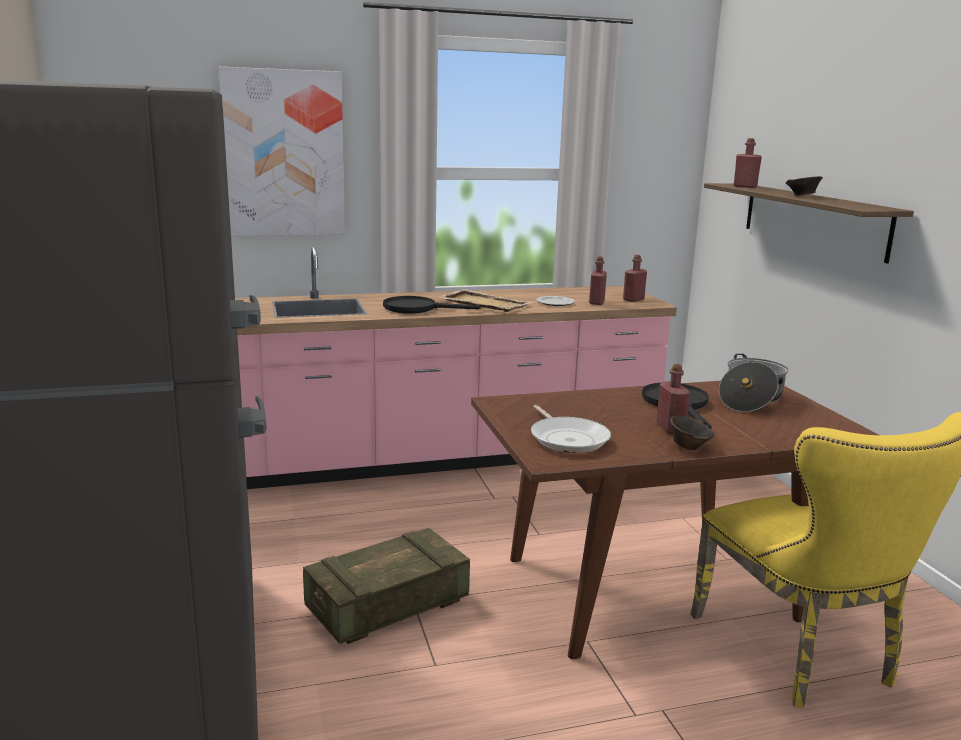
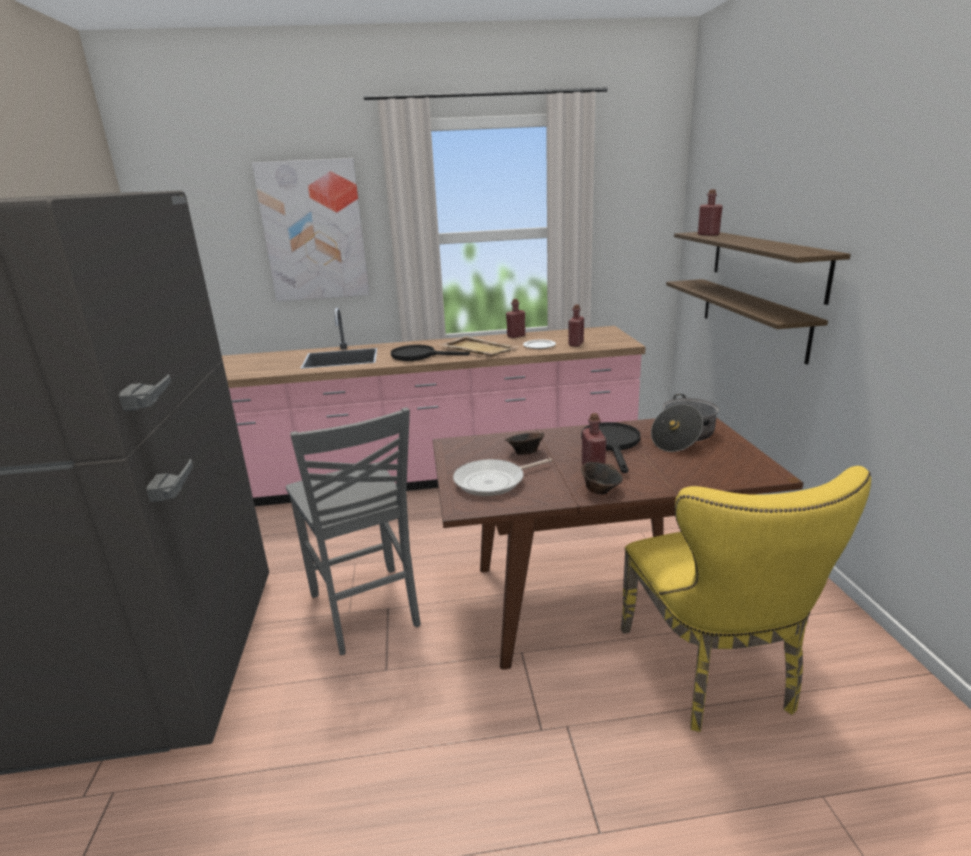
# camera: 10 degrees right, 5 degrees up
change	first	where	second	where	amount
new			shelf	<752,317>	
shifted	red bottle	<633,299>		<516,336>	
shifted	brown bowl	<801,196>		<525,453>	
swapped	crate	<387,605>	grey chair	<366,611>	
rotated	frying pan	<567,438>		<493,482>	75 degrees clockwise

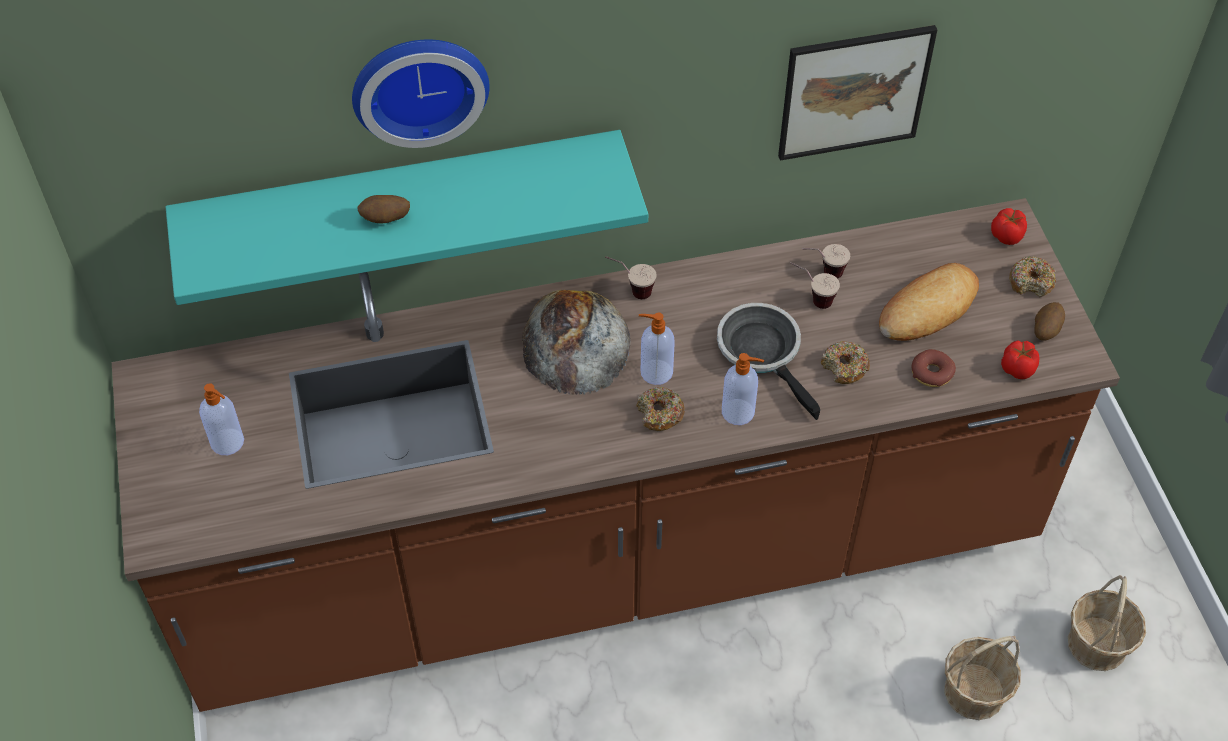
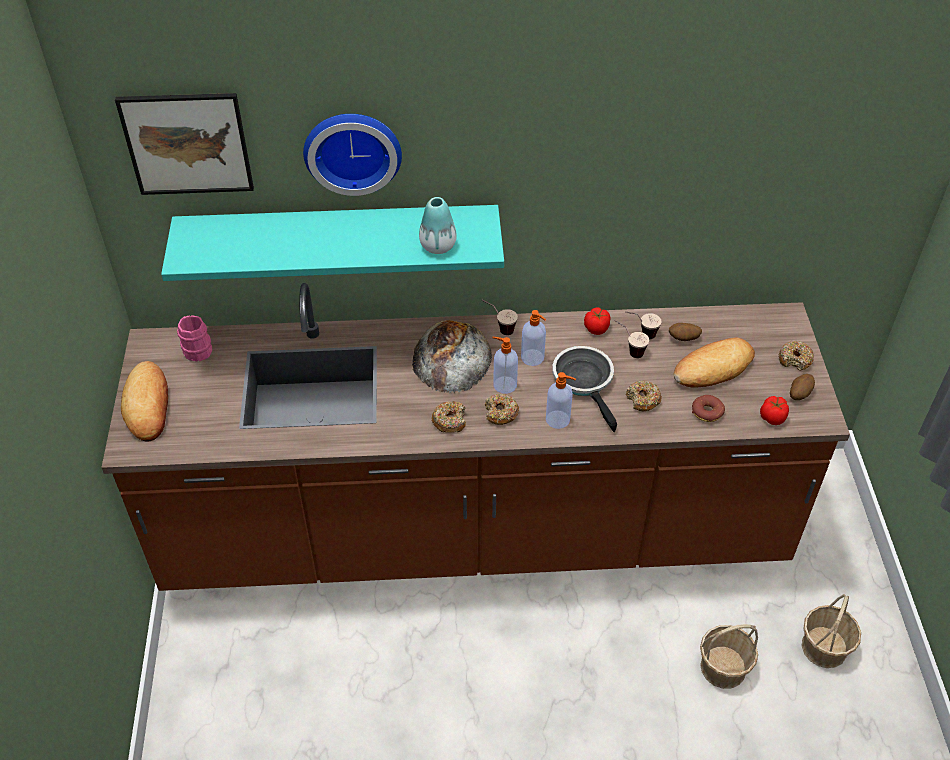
# camera: 10 degrees right, 5 degrees down
change	first	where	second	where	amount
new			bread	<148,405>	
new			pink mug	<196,348>	
new			vase	<438,246>	
new			donut	<450,421>	
shifted	soap dispenser	<228,442>		<533,358>	
shifted	potato	<385,219>		<683,339>	
shifted	picture	<854,92>		<187,143>	
shifted	tomato	<1007,235>		<597,328>	

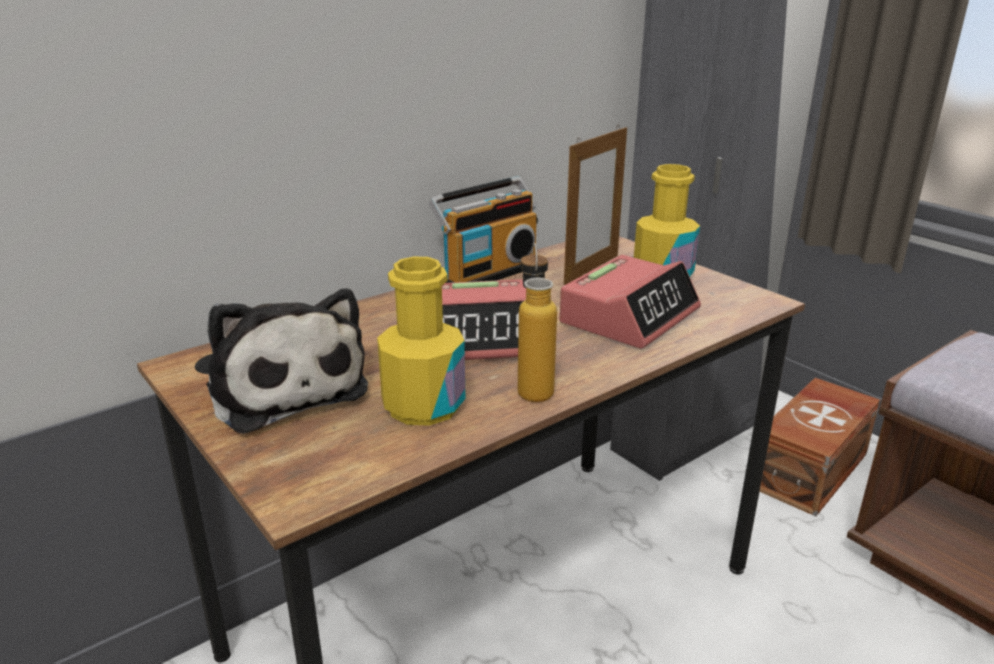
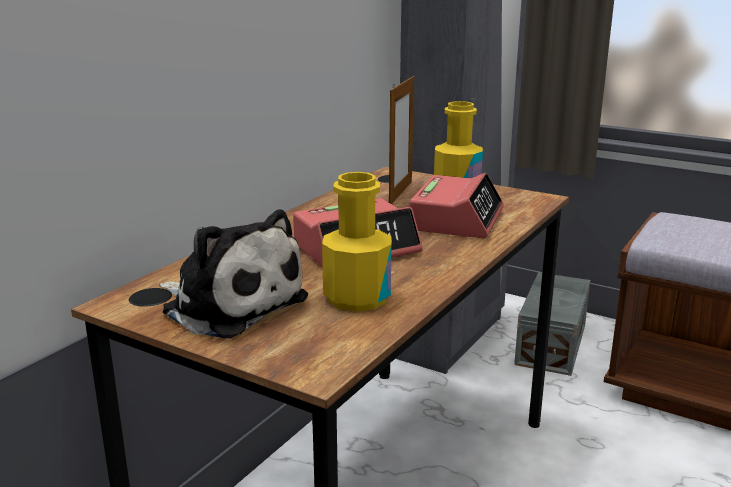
# camera: 20 degrees left, 5 degrees down
change	first	where	second	where	amount
gone	radio	<487,273>			
gone	bottle	<533,386>			
repainted	brown storage box	<812,469>	grey storage box	<553,344>	

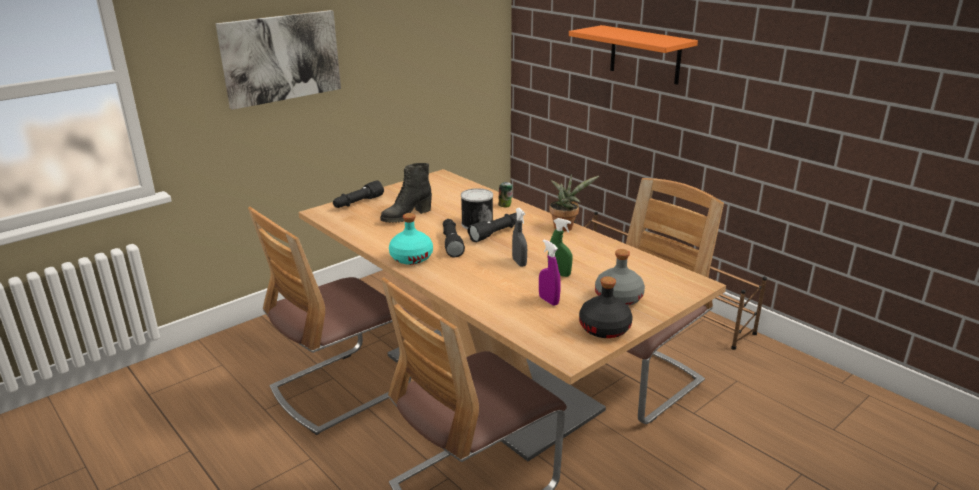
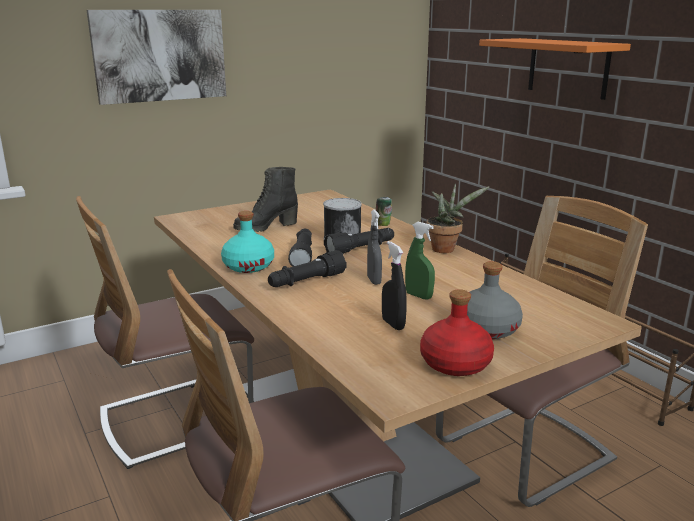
# camera: 10 degrees right, 5 degrees down
change	first	where	second	where	amount
shifted	black flashlight	<358,203>		<306,282>	
repainted	purple spray bottle	<548,301>	black spray bottle	<393,324>	
repainted	black bottle	<605,328>	red bottle	<456,363>	

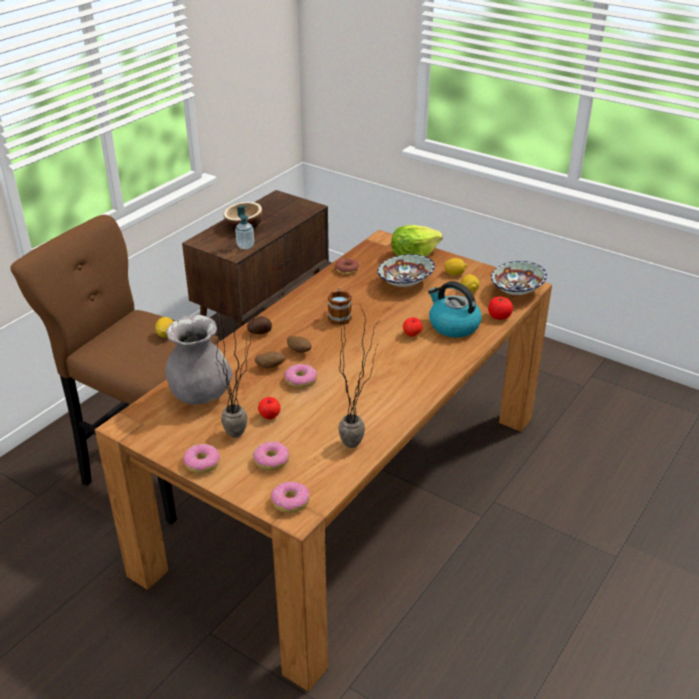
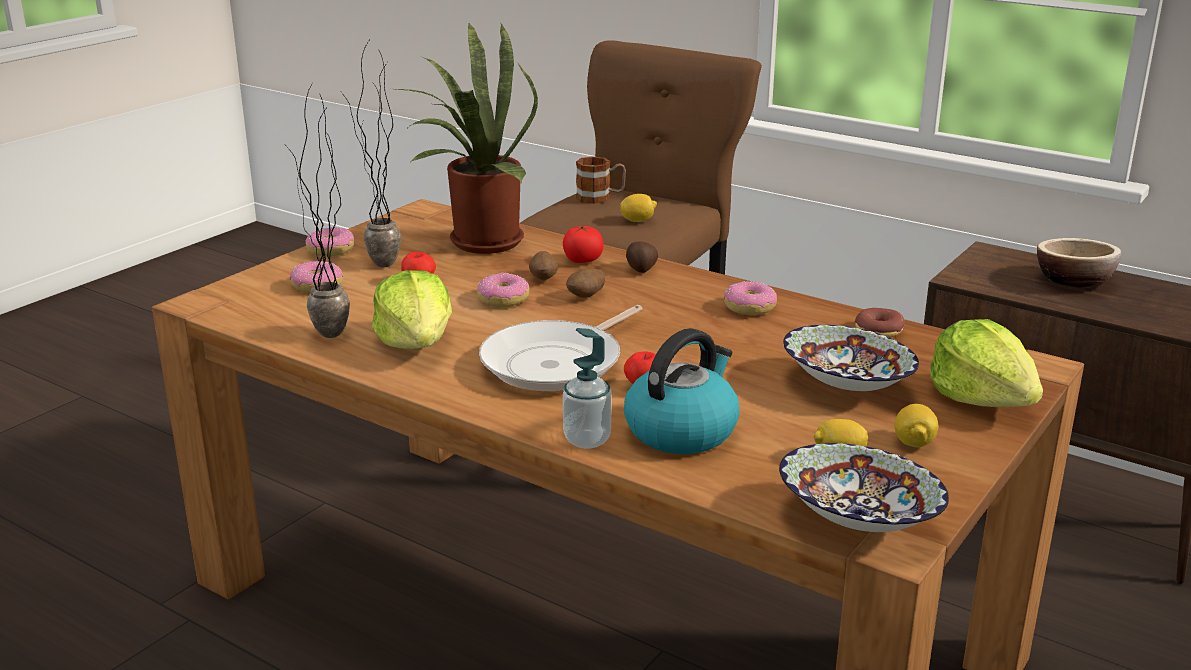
# camera: 90 degrees right, 10 degrees down
change	first	where	second	where	amount
new			lettuce	<416,343>	
new			frying pan	<557,363>	
shifted	soap dispenser	<245,246>		<587,440>	
shifted	donut	<291,502>		<750,308>	
shifted	mug	<339,316>		<600,197>	
shifted	tomato	<499,316>		<582,260>	
swapped	grey vase	<200,395>	potted plant	<478,242>	

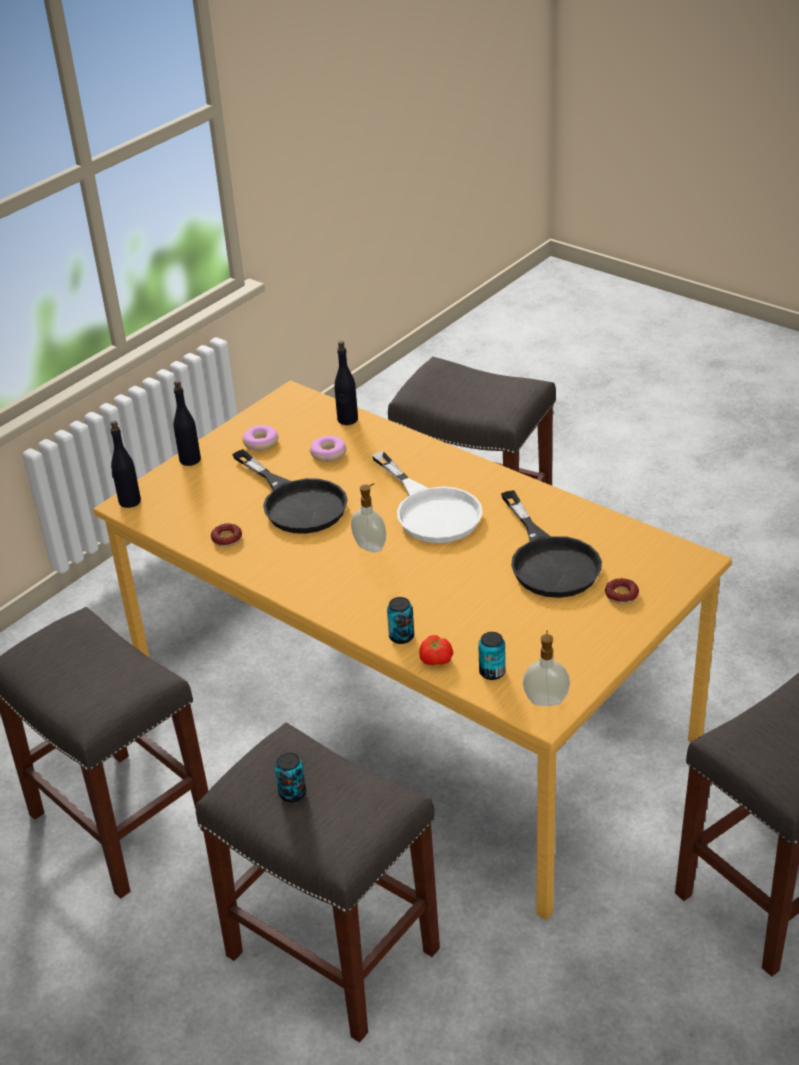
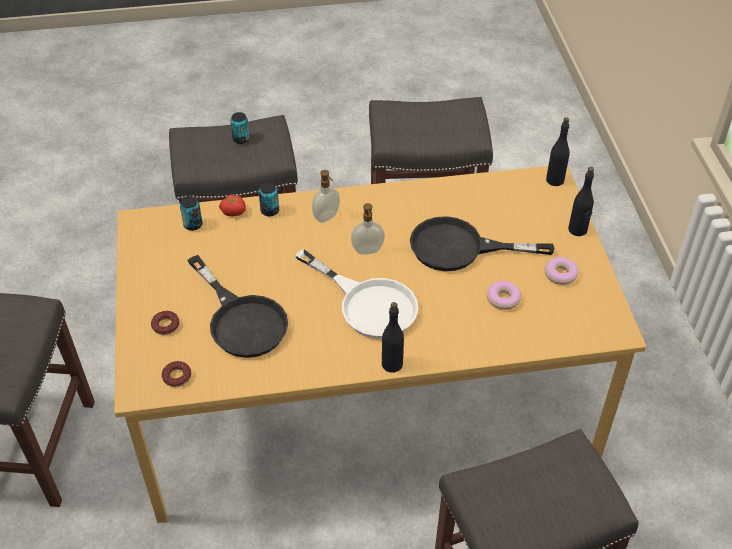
# camera: 130 degrees right, 10 degrees up
change	first	where	second	where	amount
shifted	donut	<227,539>		<177,377>	
shifted	black bottle	<347,420>		<391,364>	
shifted	soap dispenser	<546,700>		<327,217>	
rotated	white frying pan	<431,510>		<368,303>	150 degrees counterclockwise
rotated	black frying pan	<549,560>		<241,319>	150 degrees counterclockwise

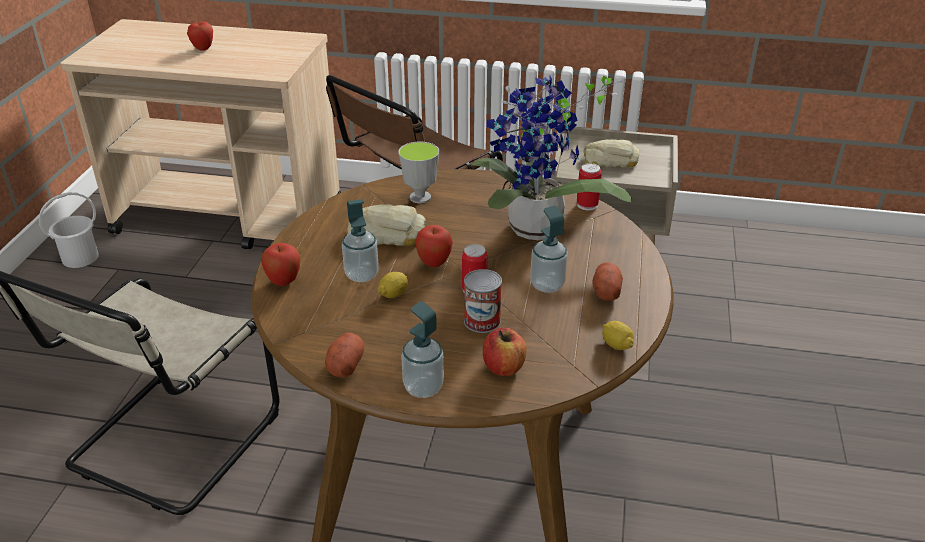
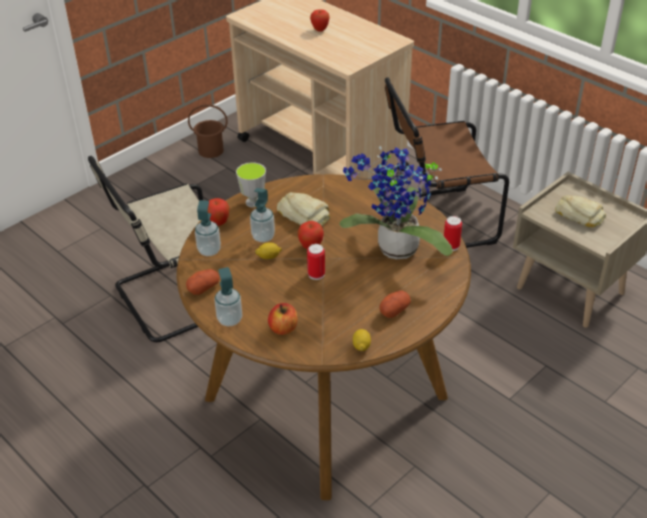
# camera: 35 degrees right, 5 degrees up
change	first	where	second	where	amount
gone	can	<482,321>			
shifted	cup	<420,197>		<253,202>	
shifted	soap dispenser	<547,285>		<209,250>	
repainted	white bucket	<79,257>	brown bucket	<210,150>	

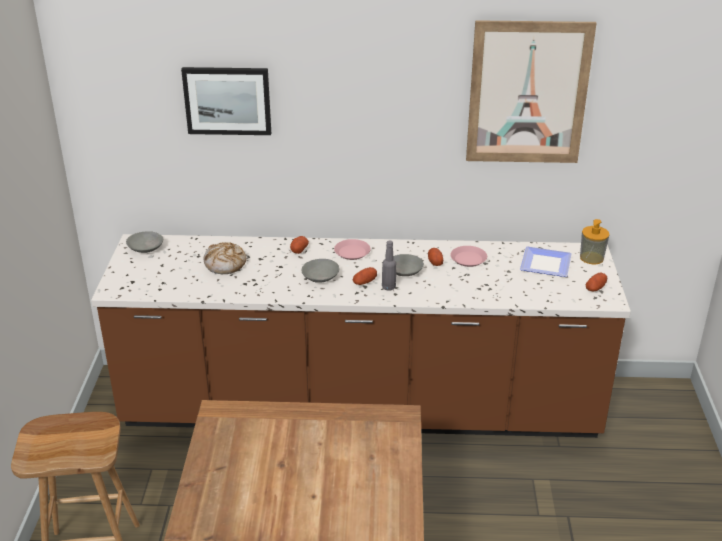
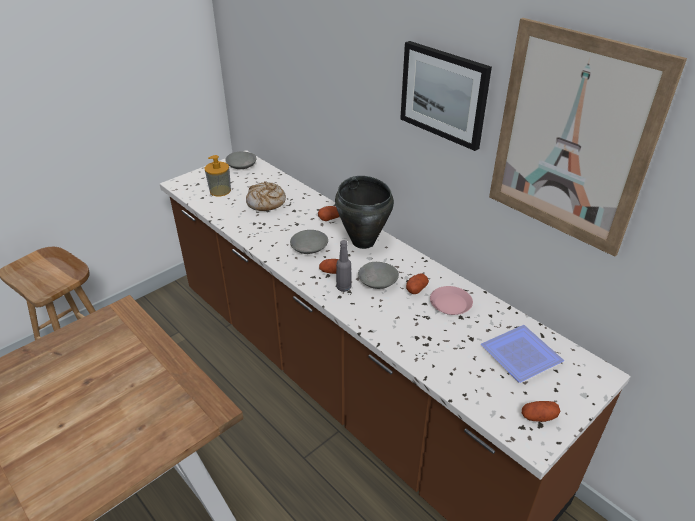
# camera: 45 degrees right, 5 degrees up
change	first	where	second	where	amount
shifted	picture	<227,100>		<444,94>	
shifted	soap dispenser	<591,258>		<220,191>	
swapped	pink plate	<352,252>	black cooking pot	<363,241>	

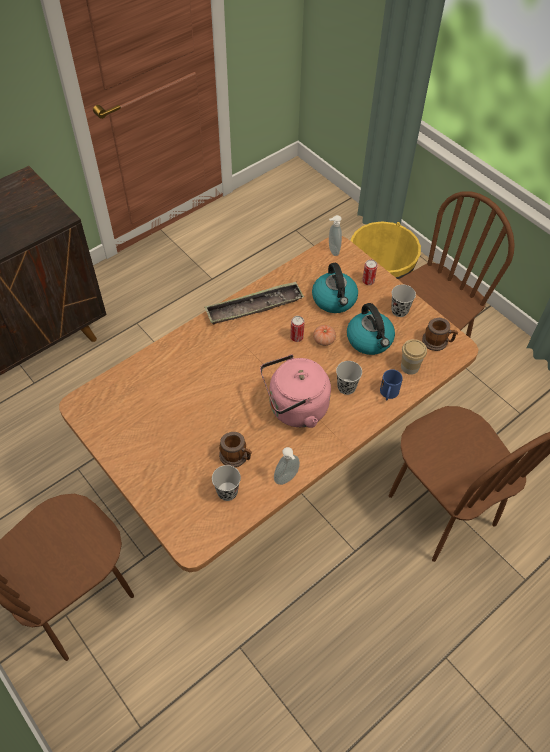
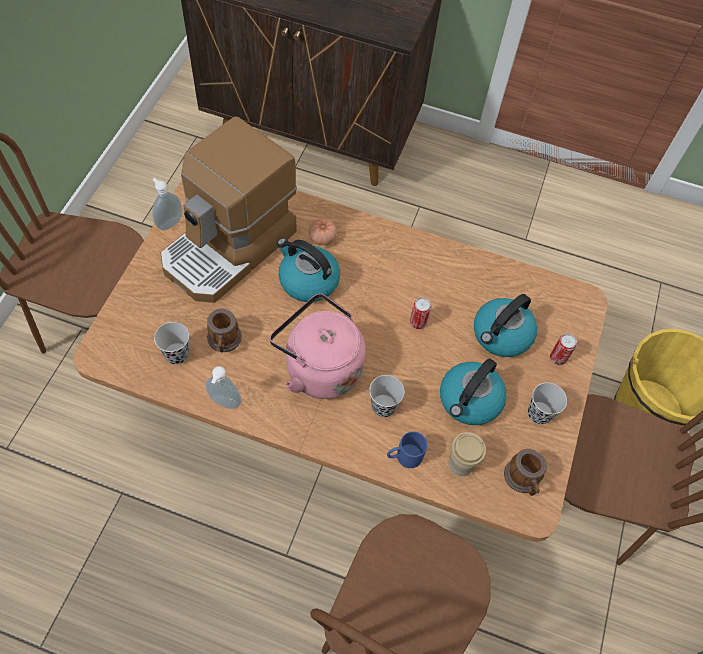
# camera: 55 degrees right, 5 degrees up
change	first	where	second	where	amount
gone	tray	<254,307>			
new			coffee machine	<230,248>	
new			kettle	<307,281>	
shifted	tomato	<324,340>		<322,238>	
shifted	soap dispenser	<332,250>		<169,222>	

